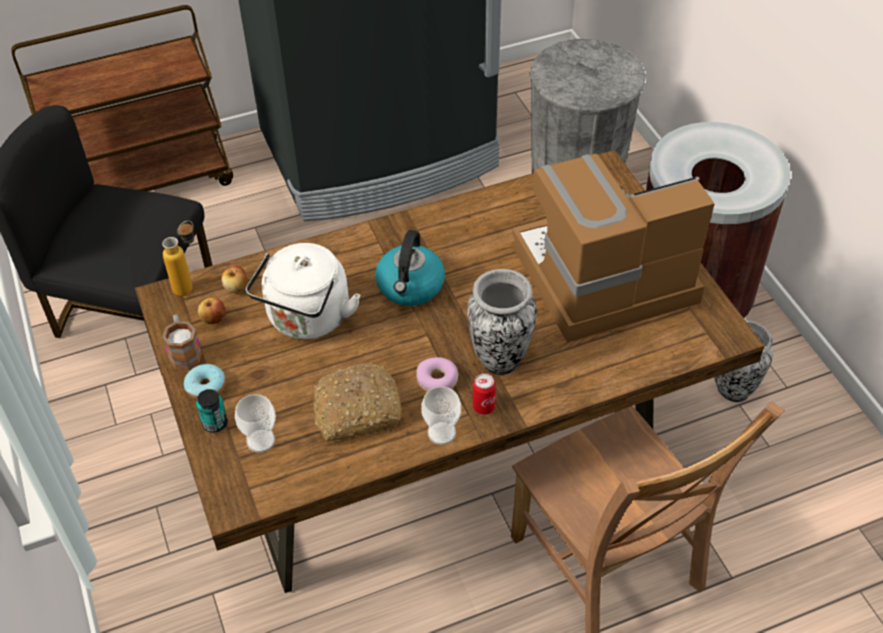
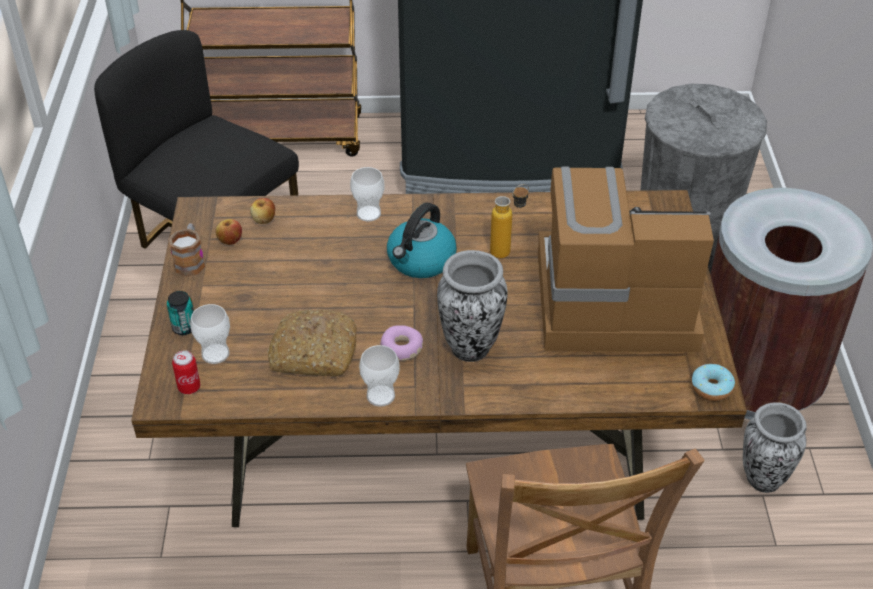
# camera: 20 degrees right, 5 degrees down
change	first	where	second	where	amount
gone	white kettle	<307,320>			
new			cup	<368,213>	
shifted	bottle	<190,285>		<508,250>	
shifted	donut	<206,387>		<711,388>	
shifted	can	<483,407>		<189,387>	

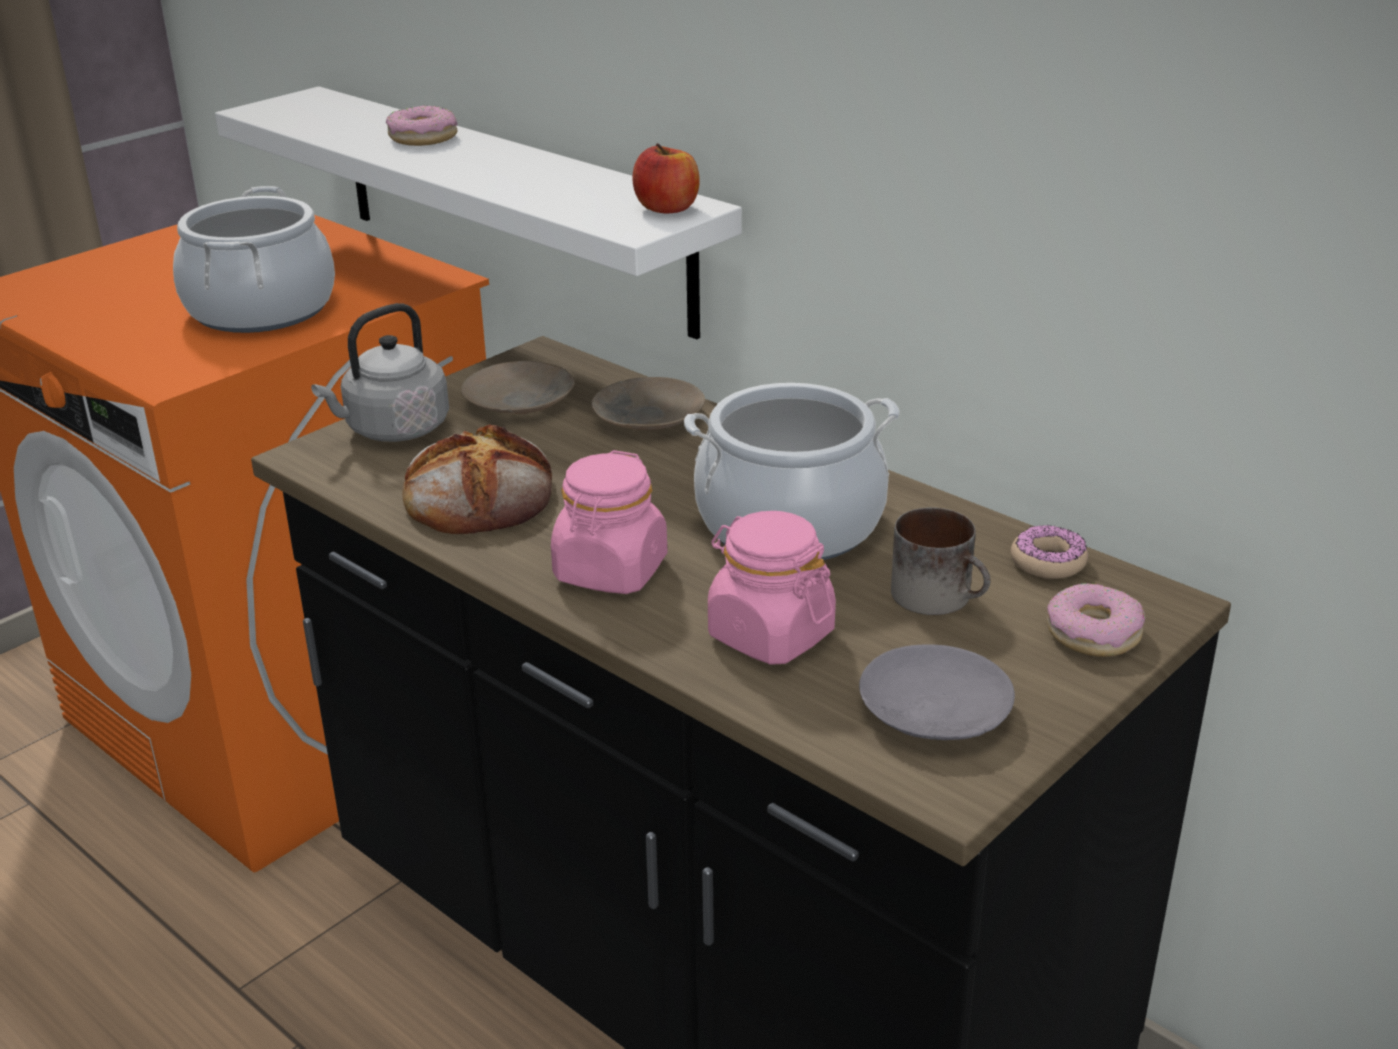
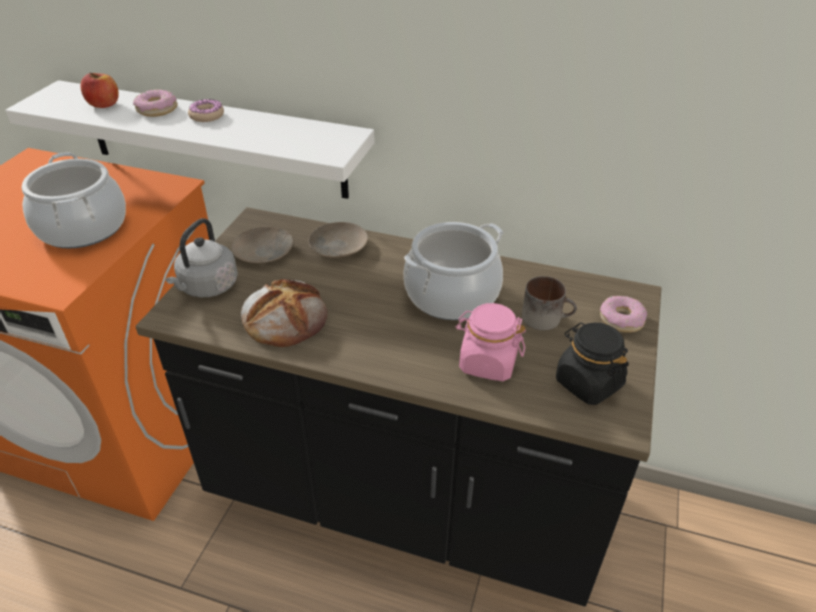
# camera: 25 degrees left, 10 degrees up
change	first	where	second	where	amount
gone	pink jar	<610,571>			
shifted	apple	<667,208>		<104,104>	
shifted	donut	<1048,562>		<206,116>	
swapped	grey plate	<935,710>	black jar	<587,383>	

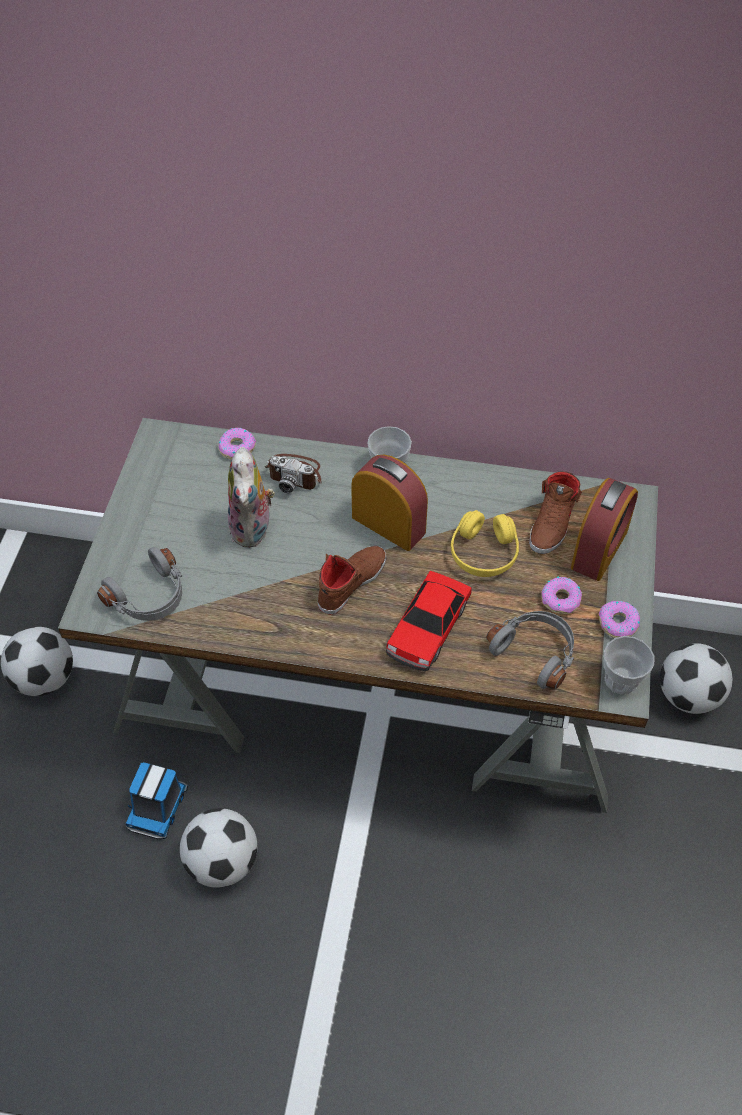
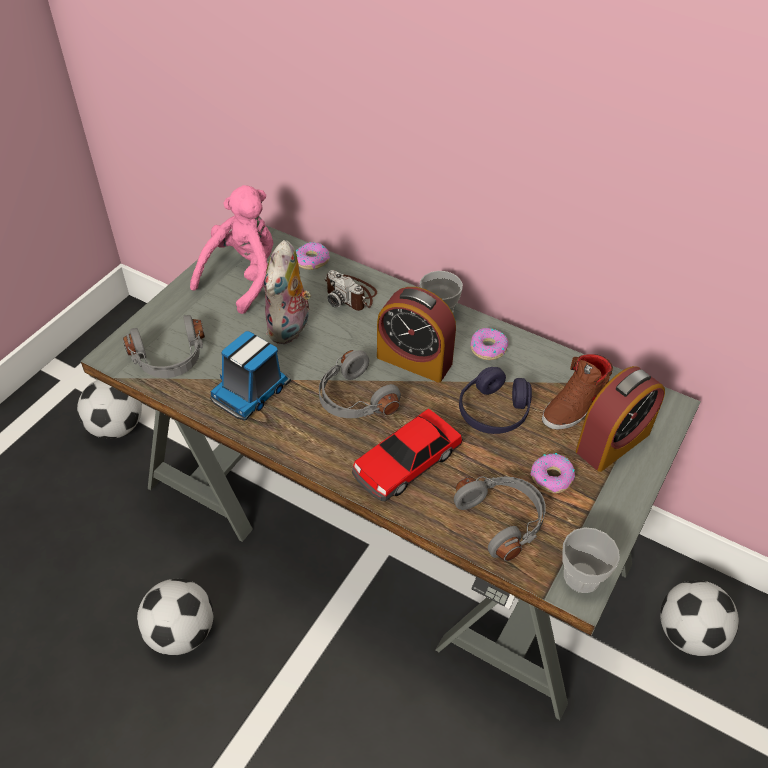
# camera: 20 degrees right, 5 degrees down
change	first	where	second	where	amount
new			pink plush toy	<243,277>	
shifted	toy truck	<158,807>		<252,391>	
shifted	donut	<618,623>		<488,348>	
swapped	brown shoe	<351,582>	grey headphones	<354,399>	
repainted	yellow headphones	<483,553>	purple headphones	<493,411>	
rotated	alarm clock	<388,524>		<414,360>	150 degrees clockwise

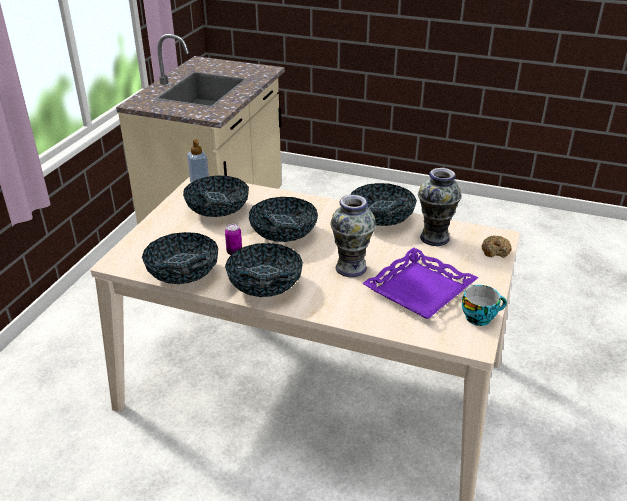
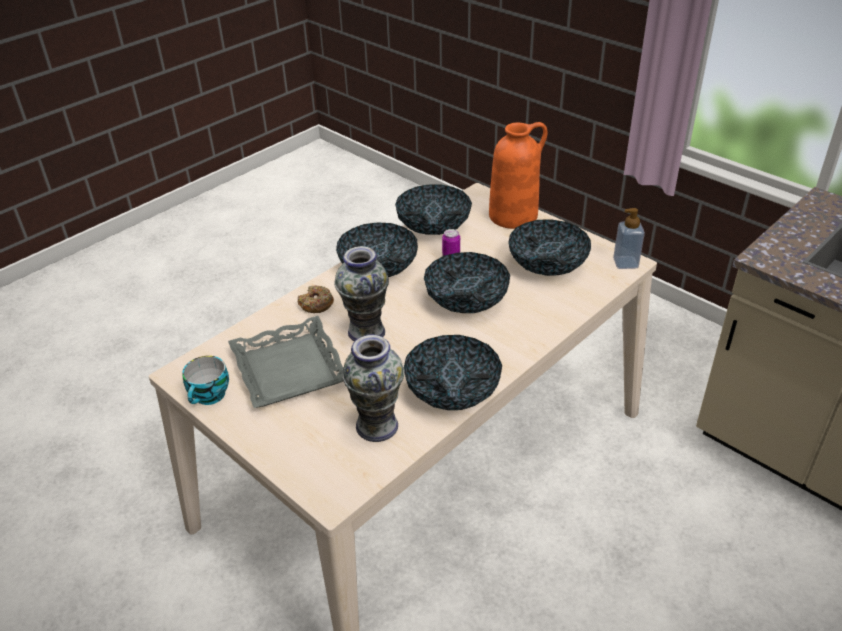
# camera: 115 degrees right, 5 degrees up
change	first	where	second	where	amount
new			orange vase	<513,215>	
shifted	donut	<495,251>		<316,304>	
repainted	purple tray	<419,289>	grey tray	<290,369>	

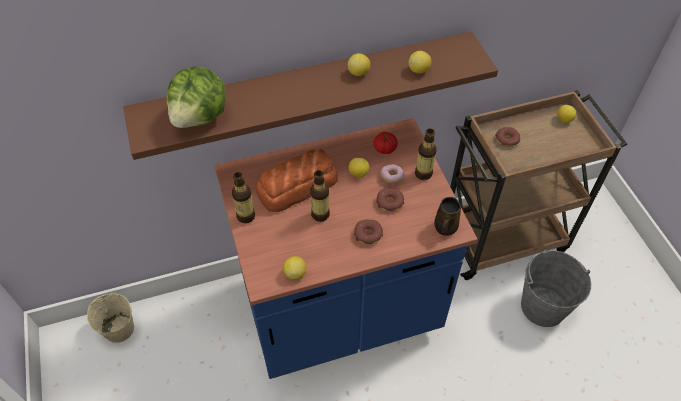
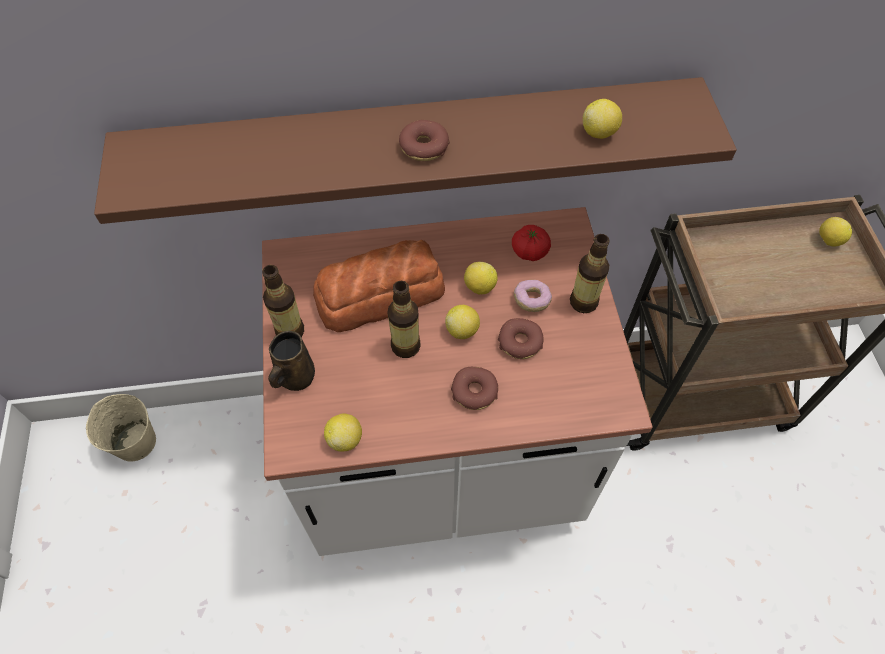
# camera: 10 degrees right, 5 degrees up
change	first	where	second	where	amount
gone	lettuce	<201,117>			
gone	grey bucket	<543,306>			
shifted	lemon	<358,73>		<462,330>	
shifted	brown mug	<445,228>		<295,378>	
shifted	donut	<507,140>		<424,147>	
repainted	blue counter	<340,310>	white counter	<442,466>	

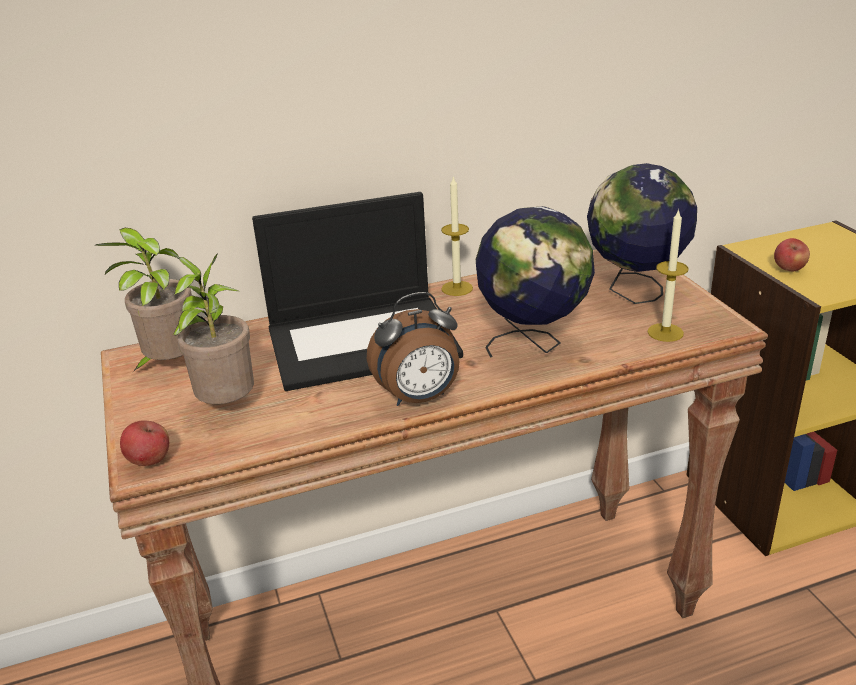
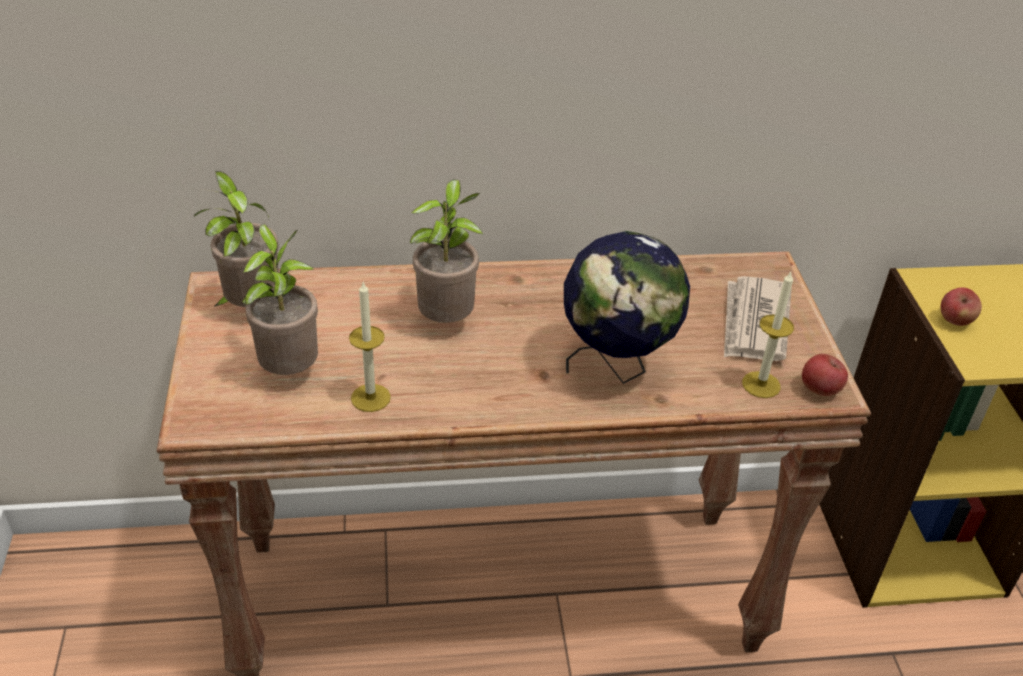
# camera: 10 degrees right, 10 degrees up
change	first	where	second	where	amount
gone	alarm clock	<419,398>			
shifted	apple	<149,461>		<819,390>	
shifted	candle	<457,288>		<370,398>	
swapped	laptop	<364,341>	potted plant	<447,321>	
swapped	globe	<635,292>	newspaper	<754,323>	

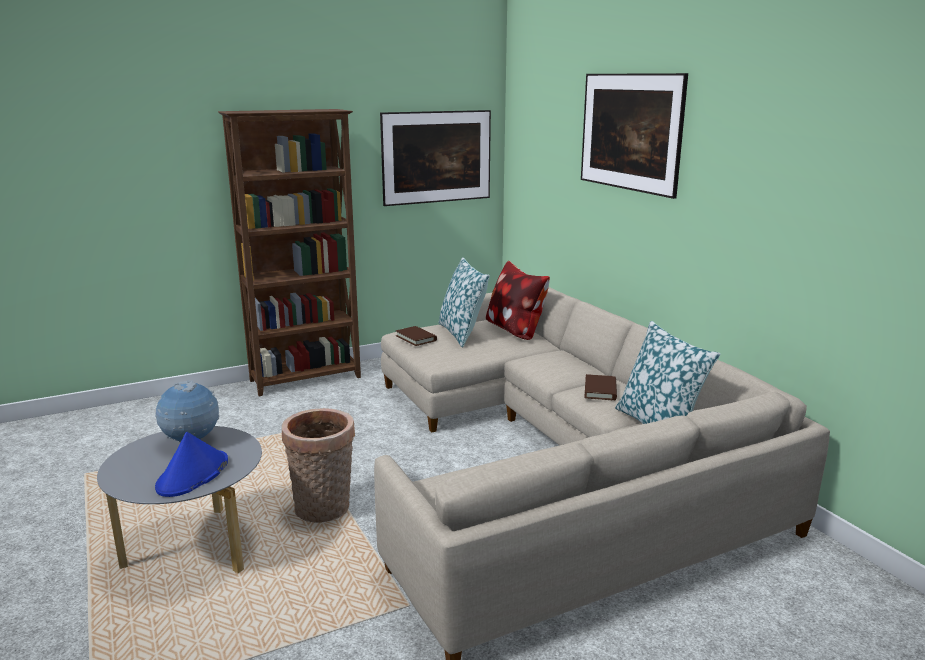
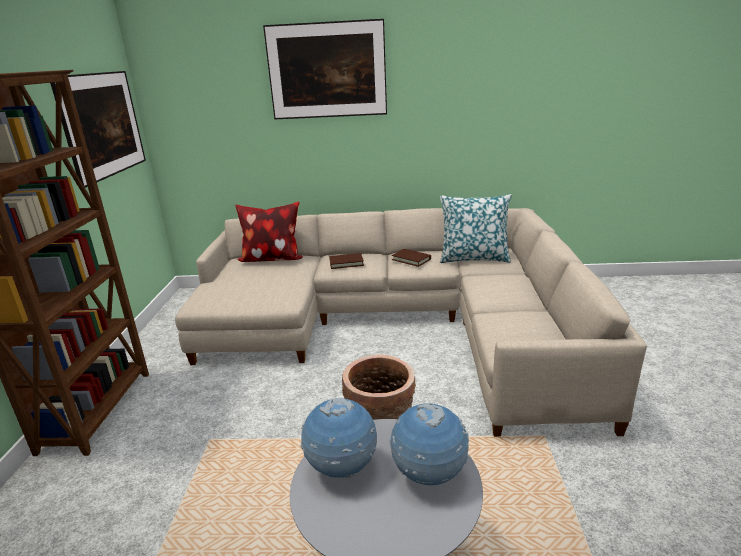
# camera: 60 degrees left, 5 degrees up
change	first	where	second	where	amount
gone	pillow	<462,333>			
shifted	brown book	<416,338>		<346,263>	
swapped	blue hat	<193,475>	globe	<429,476>	

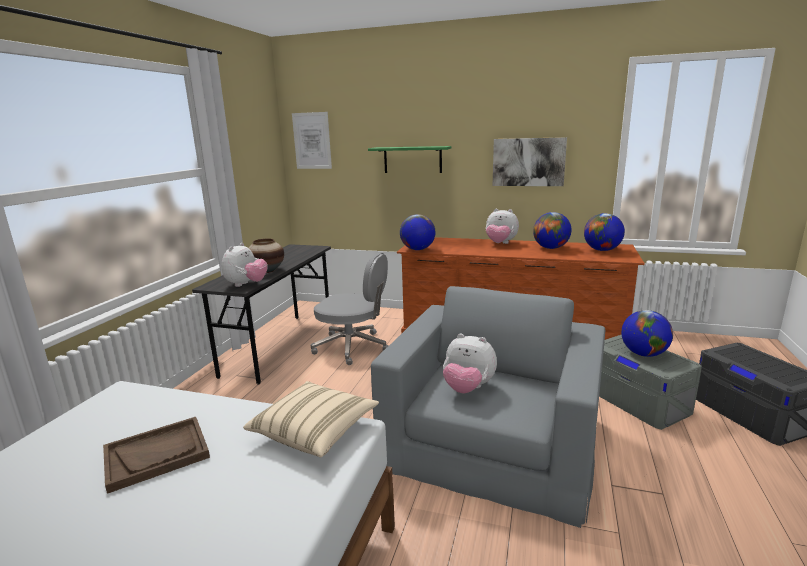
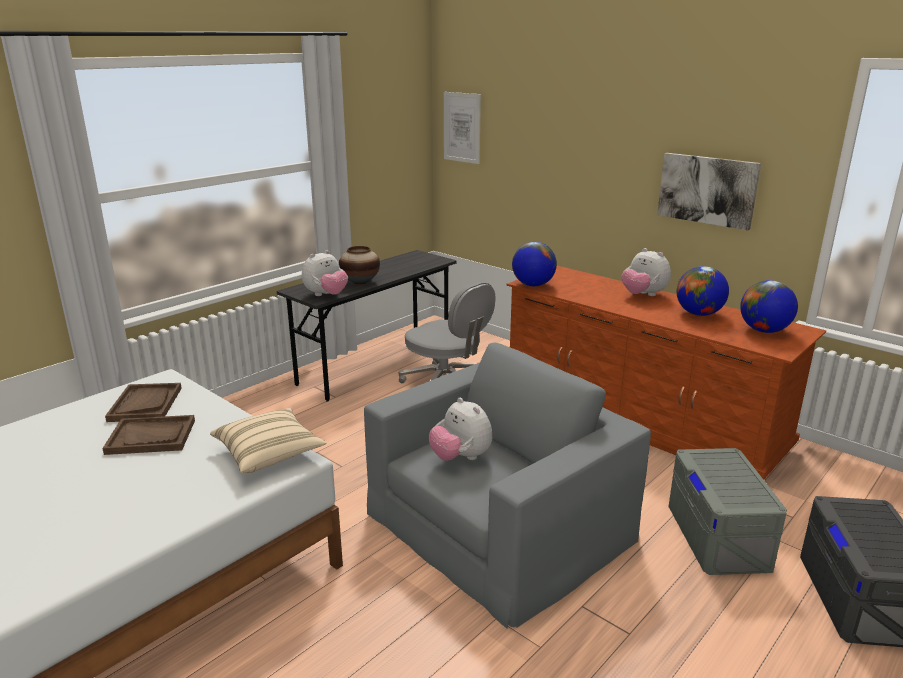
# camera: 25 degrees right, 5 degrees up
change	first	where	second	where	amount
gone	green shelf	<412,159>			
gone	globe	<643,354>			
new			brown tray	<145,404>	

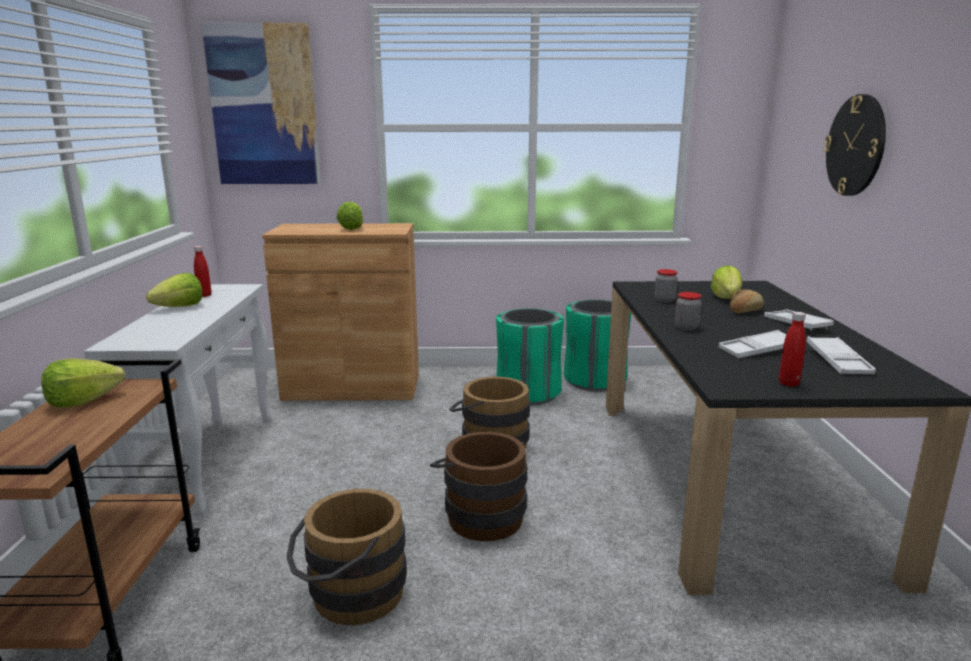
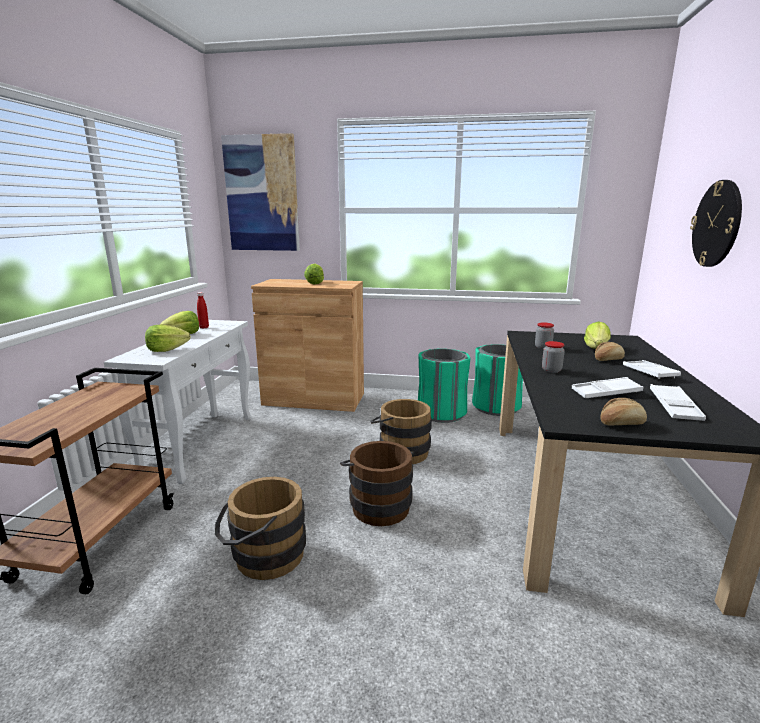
# camera: 10 degrees right, 0 degrees up
change	first	where	second	where	amount
shifted	lettuce	<83,401>		<166,350>	
swapped	red bottle	<788,383>	bread	<621,423>	

